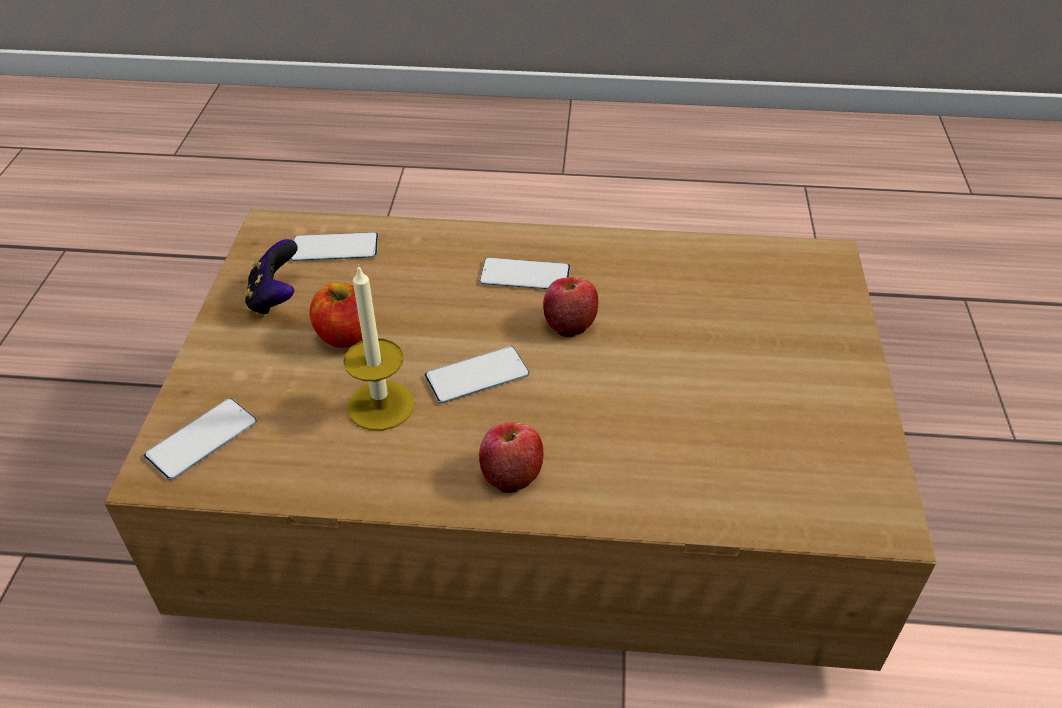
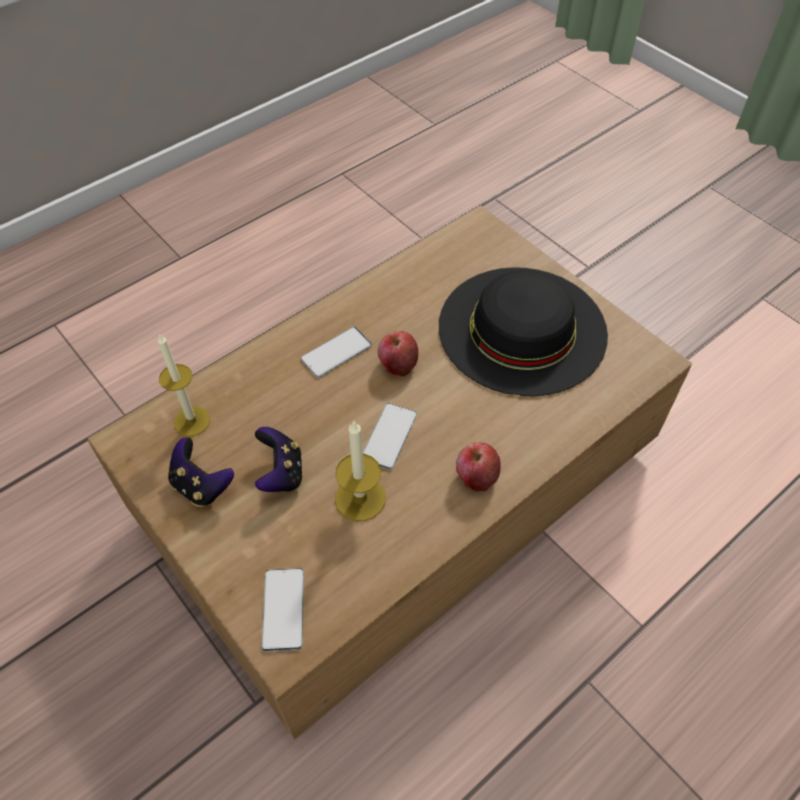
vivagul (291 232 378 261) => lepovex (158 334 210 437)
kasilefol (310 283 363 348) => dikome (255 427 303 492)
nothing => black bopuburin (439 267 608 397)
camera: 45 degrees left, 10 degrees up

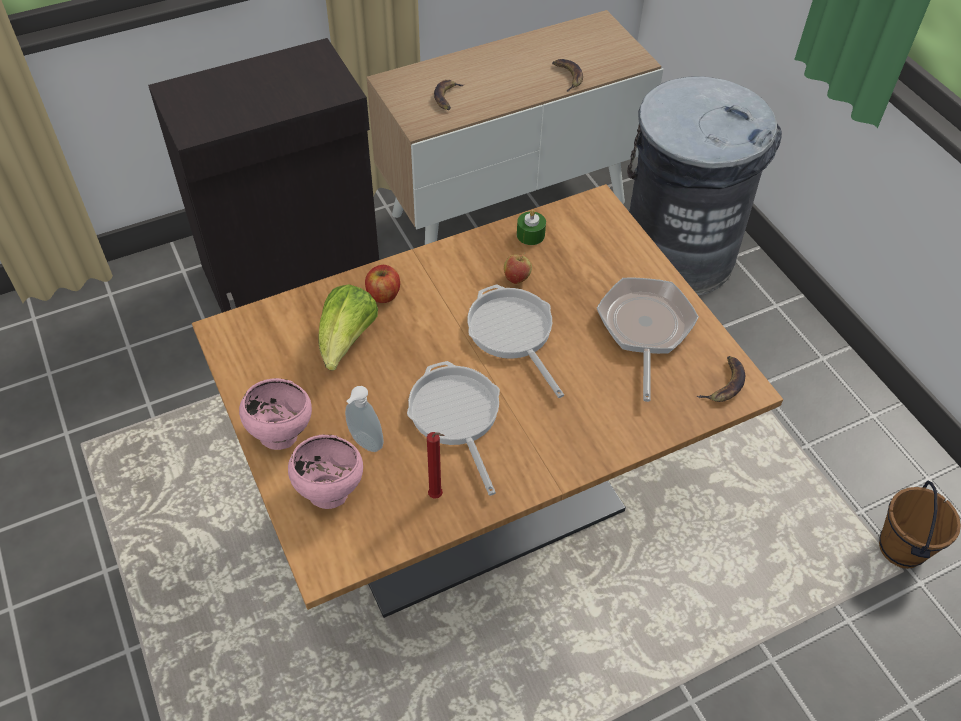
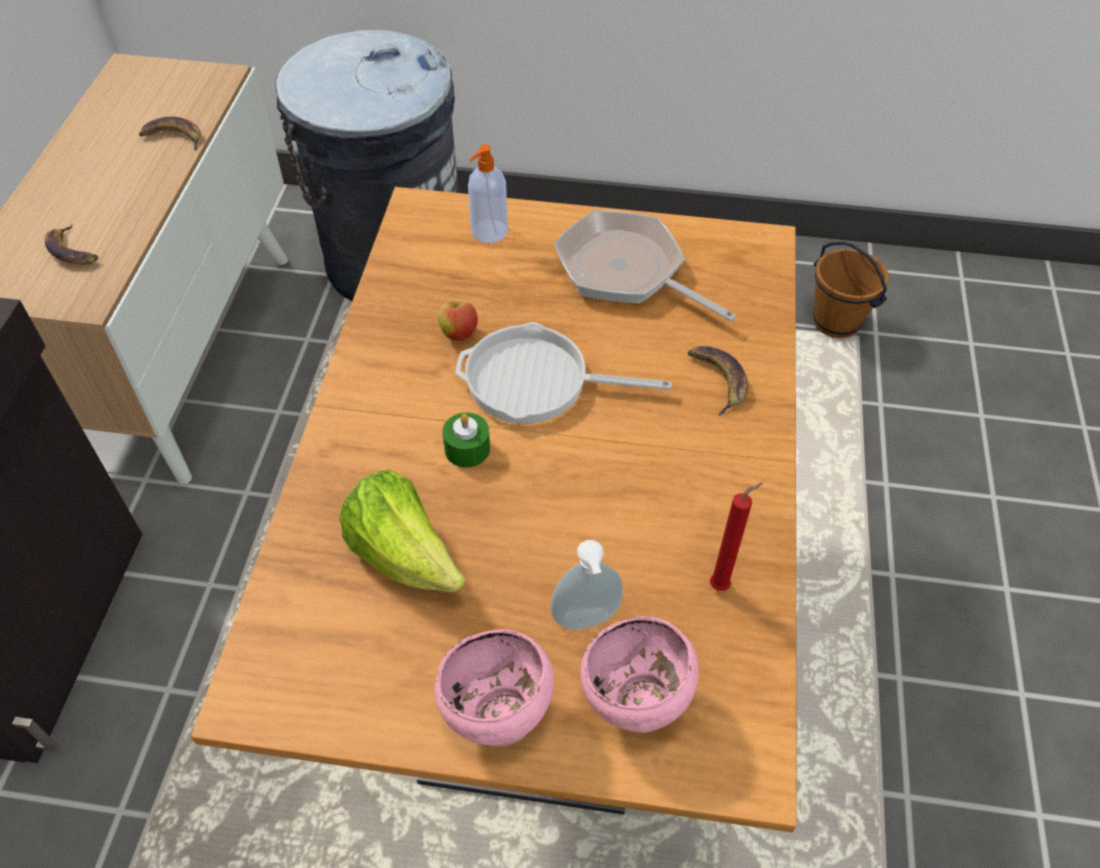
green lepovex (517 210 546 245) => green lepovex (442 413 490 468), relocated
kasilefol (365 265 400 303) => nothing
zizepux (697 356 745 402) => zizepux (687 346 748 416), relocated
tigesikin (407 361 500 496) => nothing
nothing => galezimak (468 144 508 243)
camera: 55 degrees left, 0 degrees up

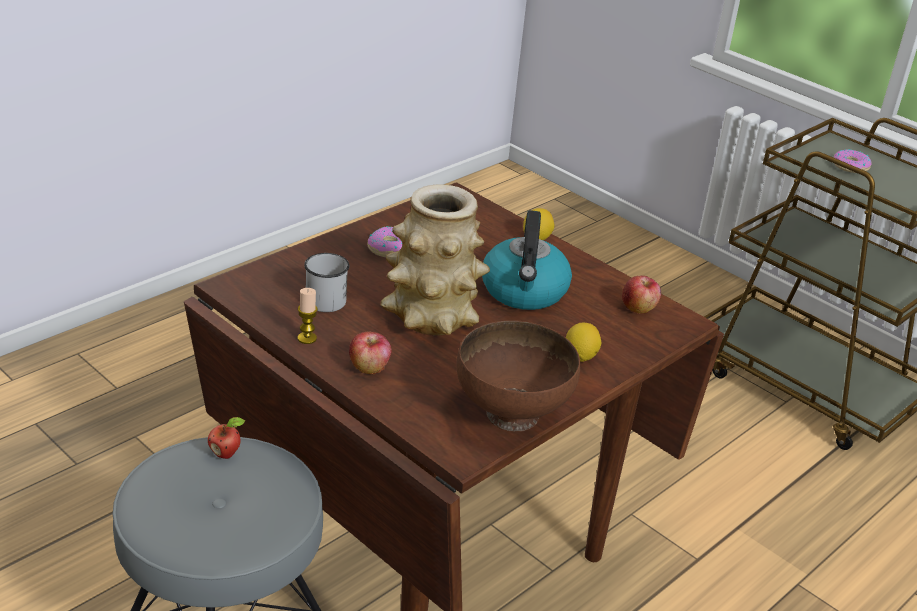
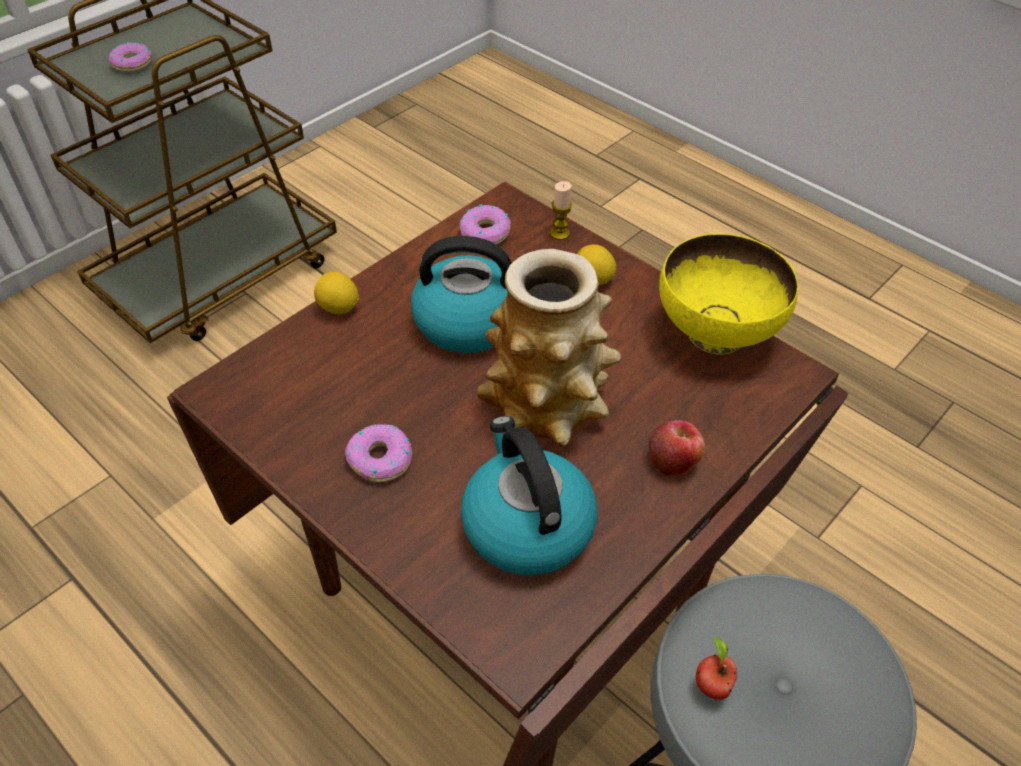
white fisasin (304 253 349 312) => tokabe (461 416 597 575)
kasilefol (622 275 661 314) => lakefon (460 204 511 244)
lepovex (298 288 318 344) => lepovex (550 181 572 240), relocated
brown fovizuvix (457 320 580 432) => yellow fovizuvix (659 233 798 355)
camera: 90 degrees left, 15 degrees up

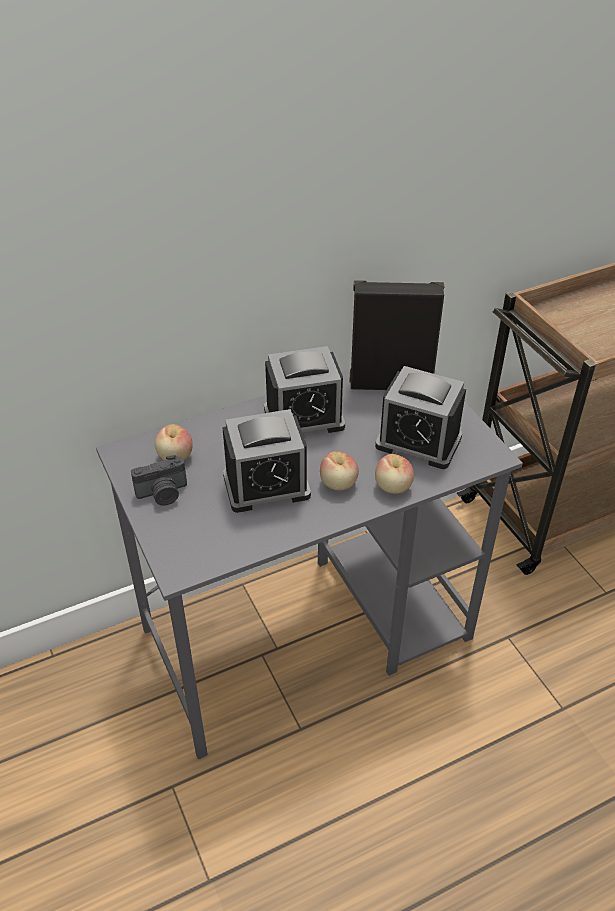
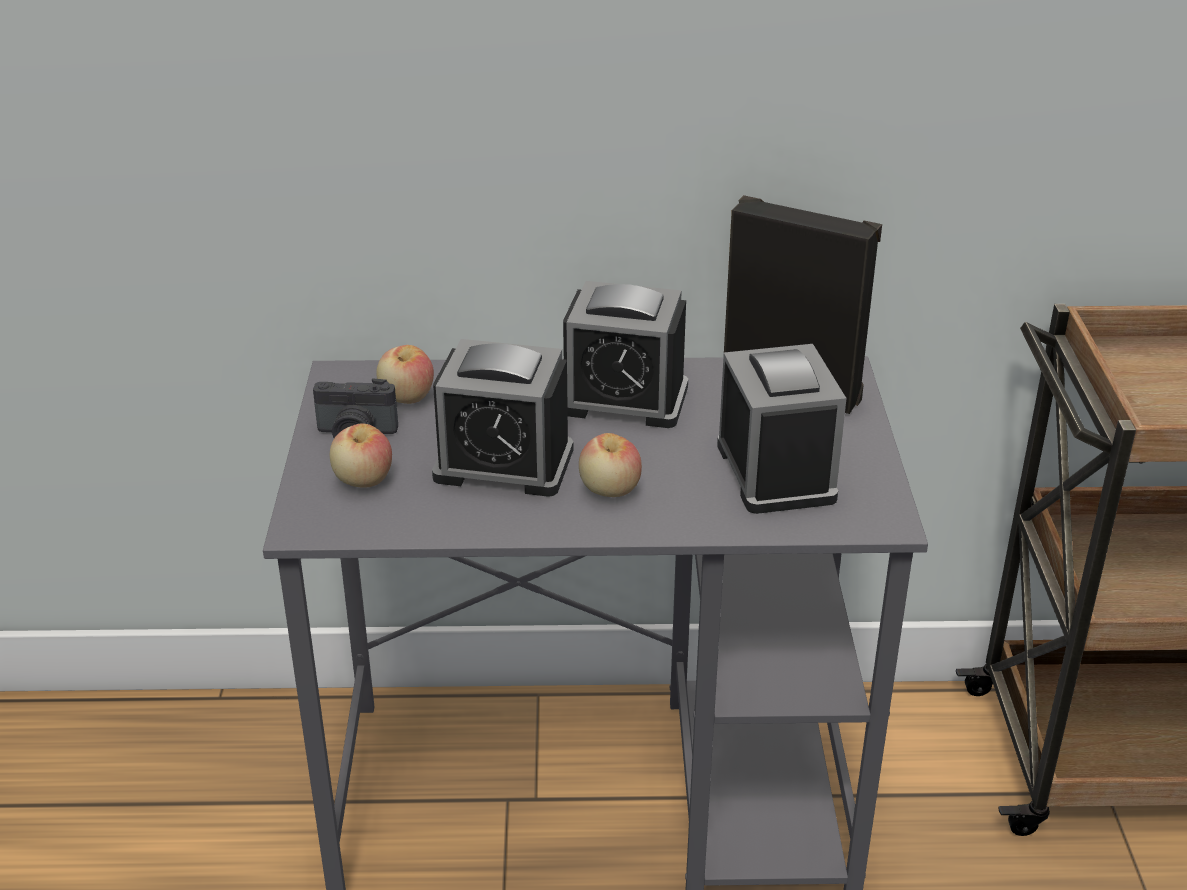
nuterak (375 366 466 469) => nuterak (717 344 847 514), 150 degrees counterclockwise
kasilefol (375 454 414 494) => kasilefol (330 424 392 487), relocated
camera: 25 degrees right, 10 degrees down

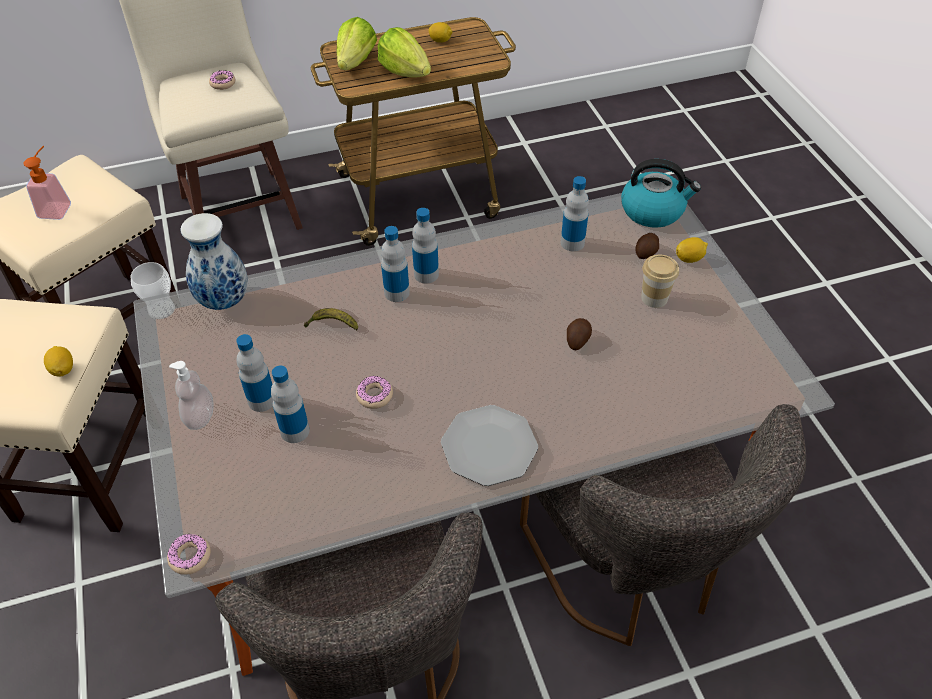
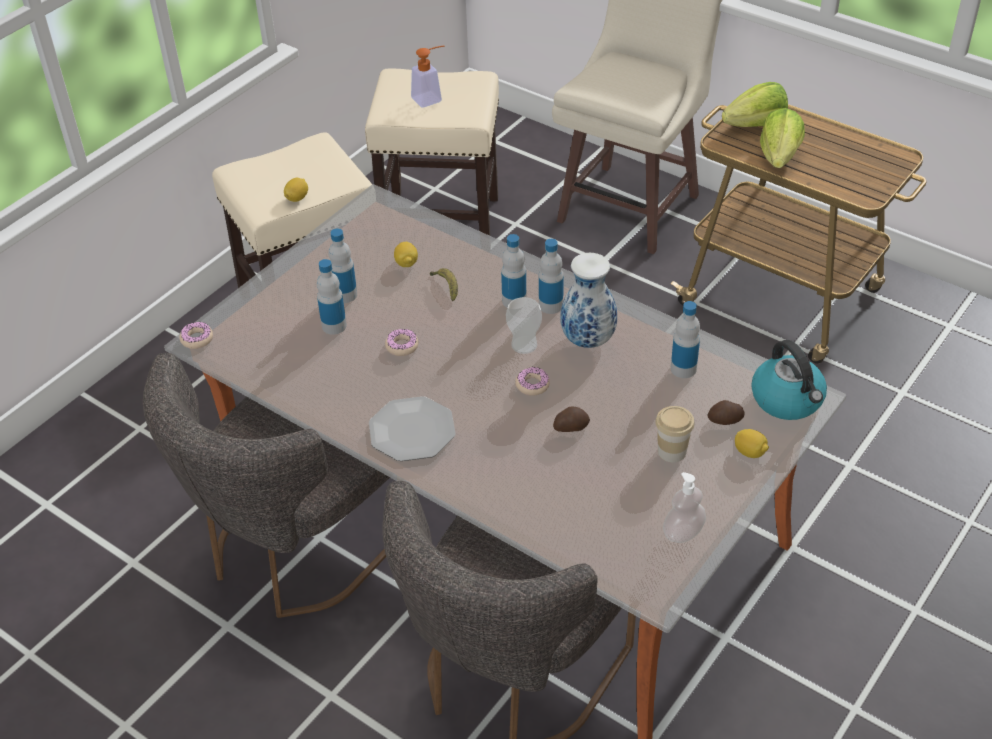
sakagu (429 22 453 43) => sakagu (394 242 418 267), relocated
lakefon (209 70 235 90) => lakefon (515 367 550 396), relocated
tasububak (181 213 248 310) => tasububak (560 253 617 348), relocated
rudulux (131 262 175 319) => rudulux (506 297 542 354), relocated
galezimak (169 361 213 430) => galezimak (663 472 706 543), relocated
camera: 55 degrees right, 5 degrees down

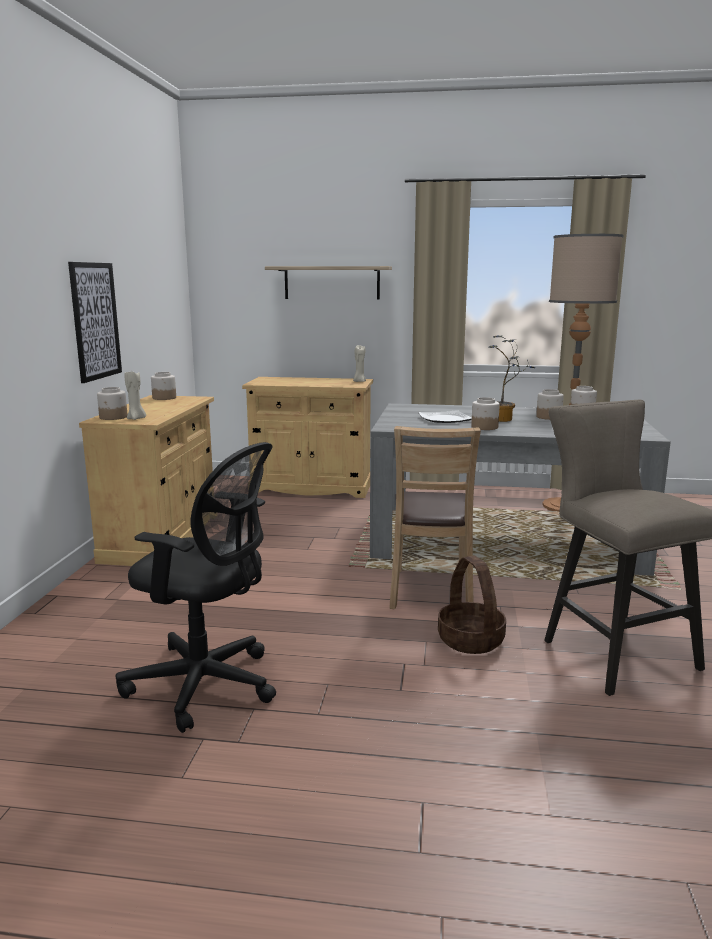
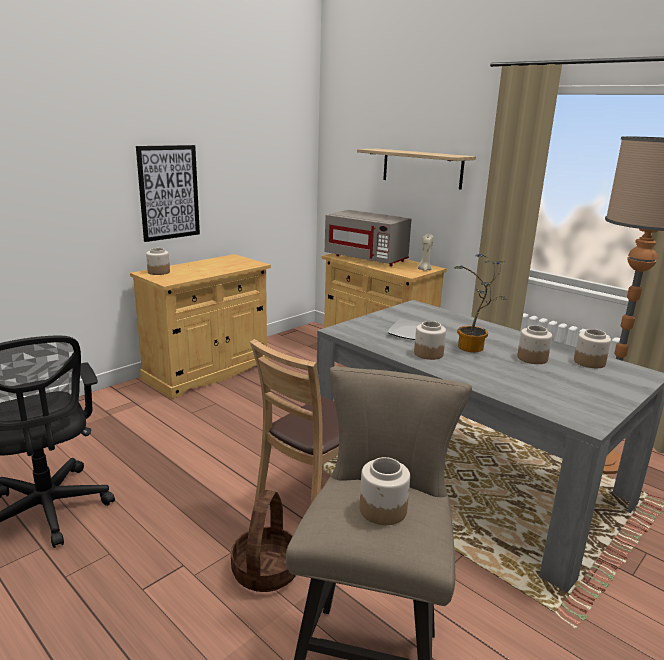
beige lepovex (124 372 146 420) => nothing
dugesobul (151 372 176 400) => dugesobul (360 457 410 525), relocated
nothing => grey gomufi (325 210 412 266)
camera: 35 degrees right, 5 degrees up

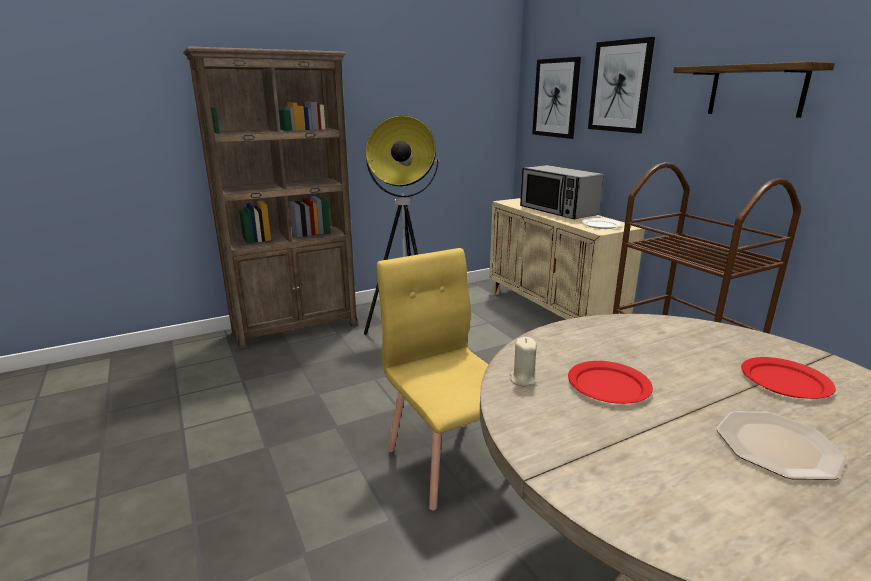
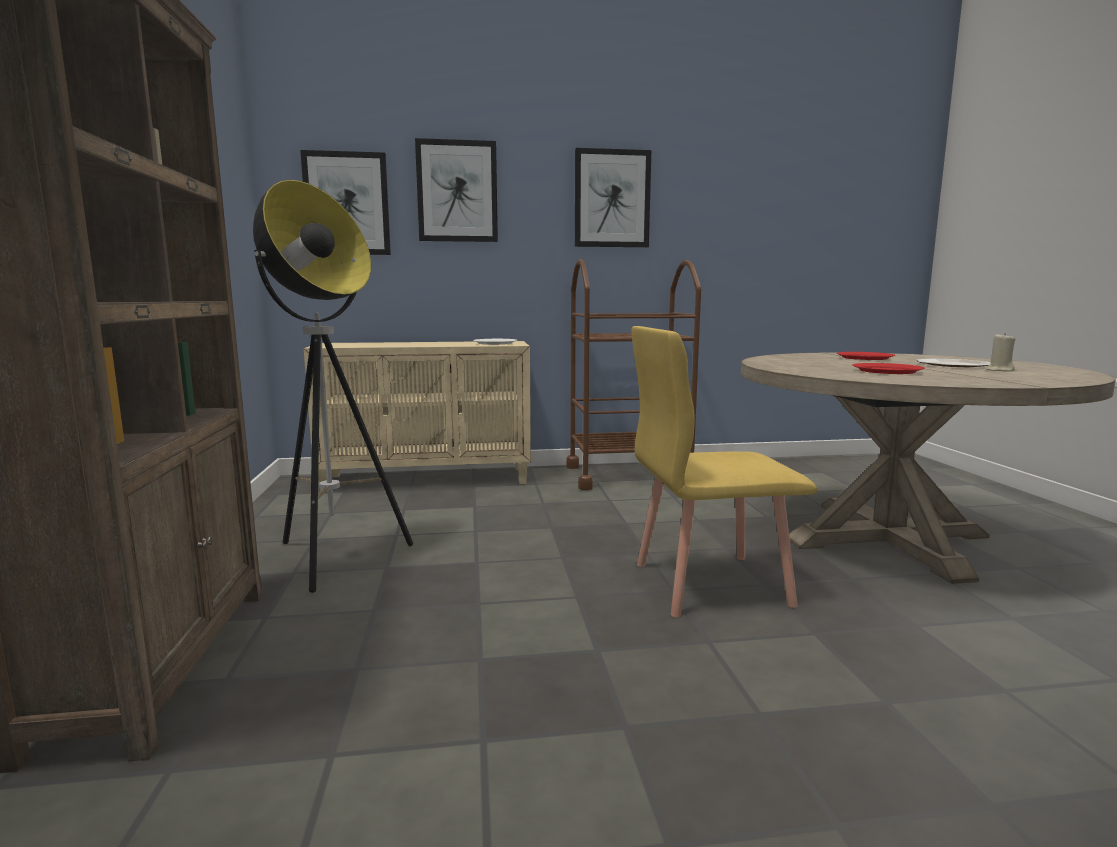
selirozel (673 62 835 118) => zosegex (575 148 651 247)
gomufi (520 165 603 220) => nothing
beige lepovex (510 337 537 386) => beige lepovex (986 334 1015 371), relocated
camera: 70 degrees left, 10 degrees down

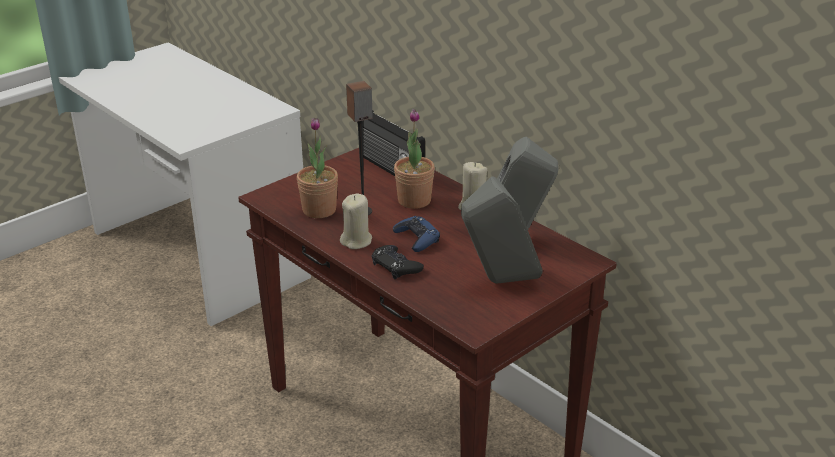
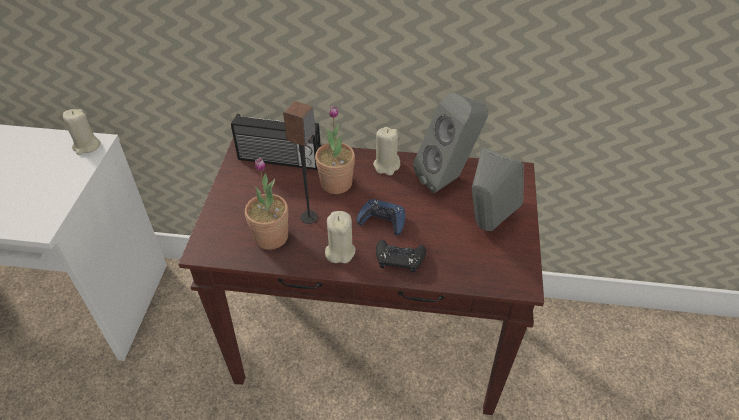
nothing => beige lepovex (63 109 101 155)
camera: 40 degrees left, 15 degrees up

